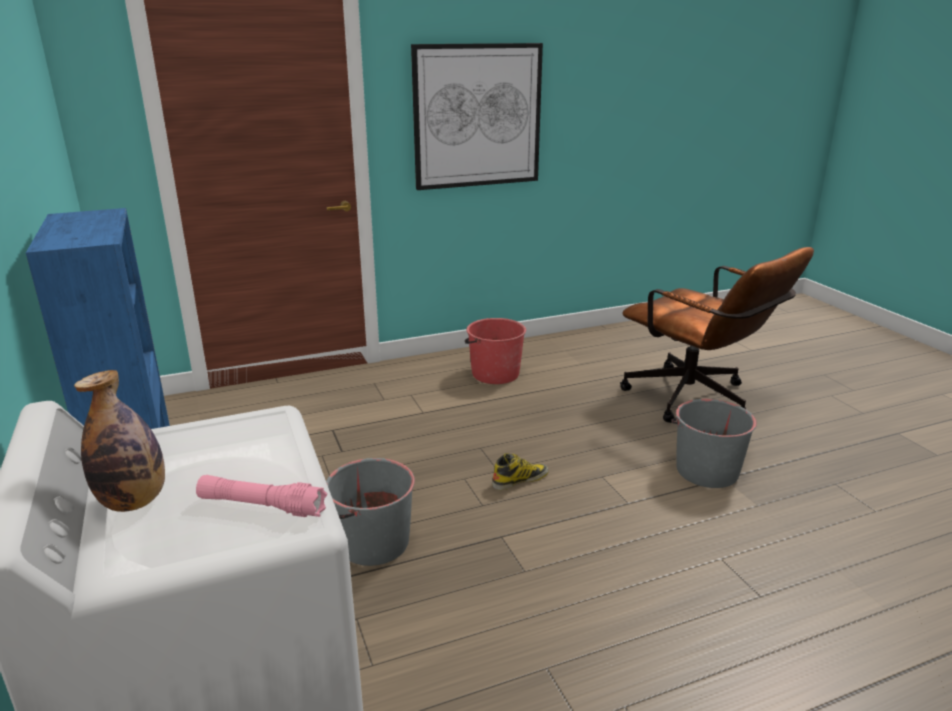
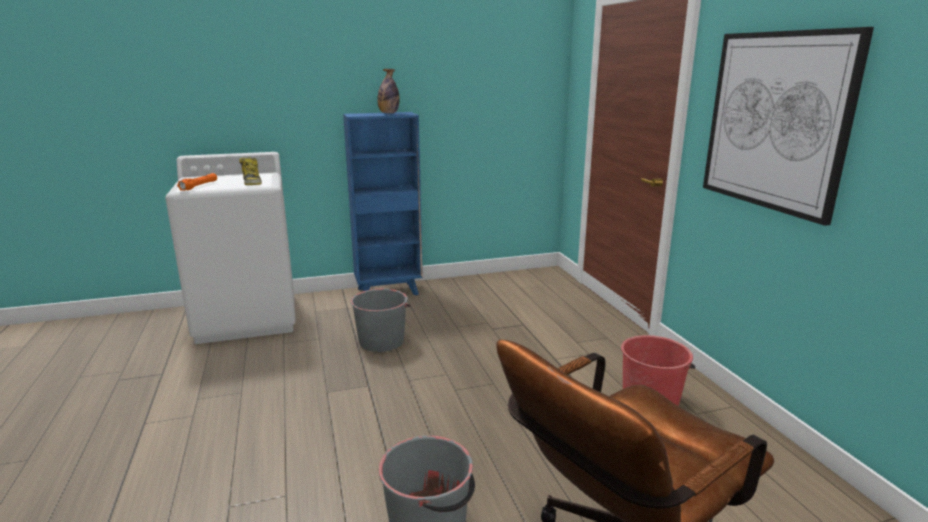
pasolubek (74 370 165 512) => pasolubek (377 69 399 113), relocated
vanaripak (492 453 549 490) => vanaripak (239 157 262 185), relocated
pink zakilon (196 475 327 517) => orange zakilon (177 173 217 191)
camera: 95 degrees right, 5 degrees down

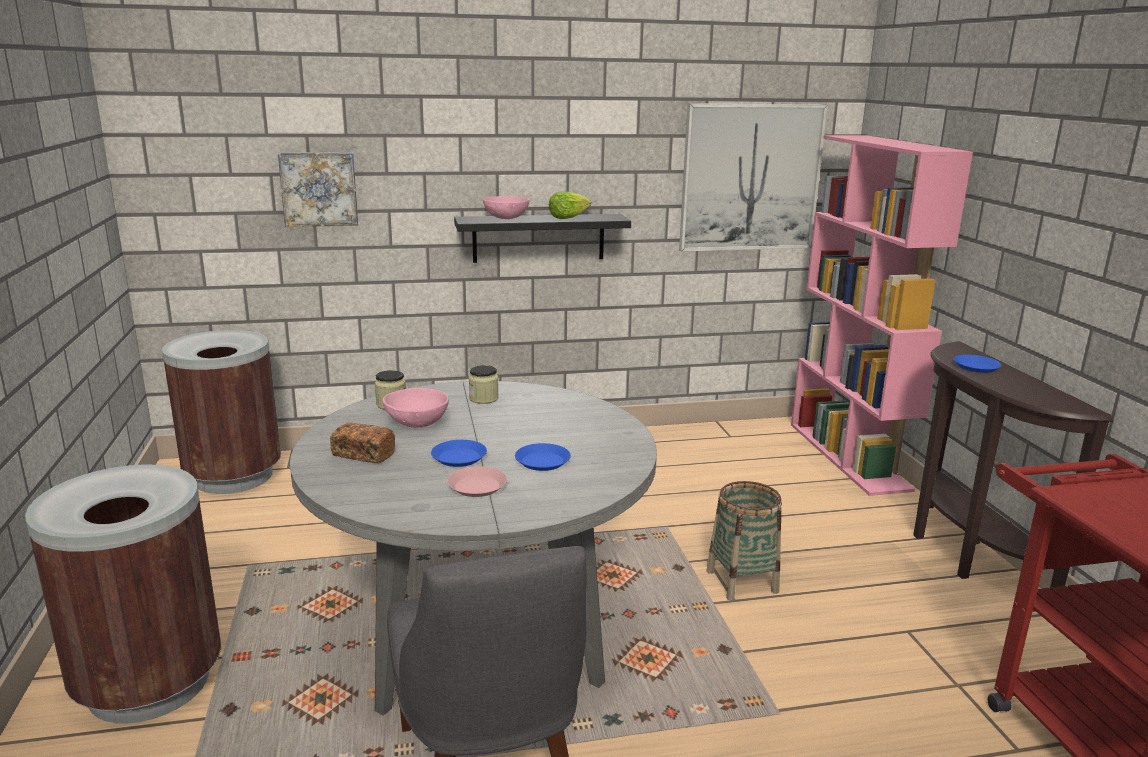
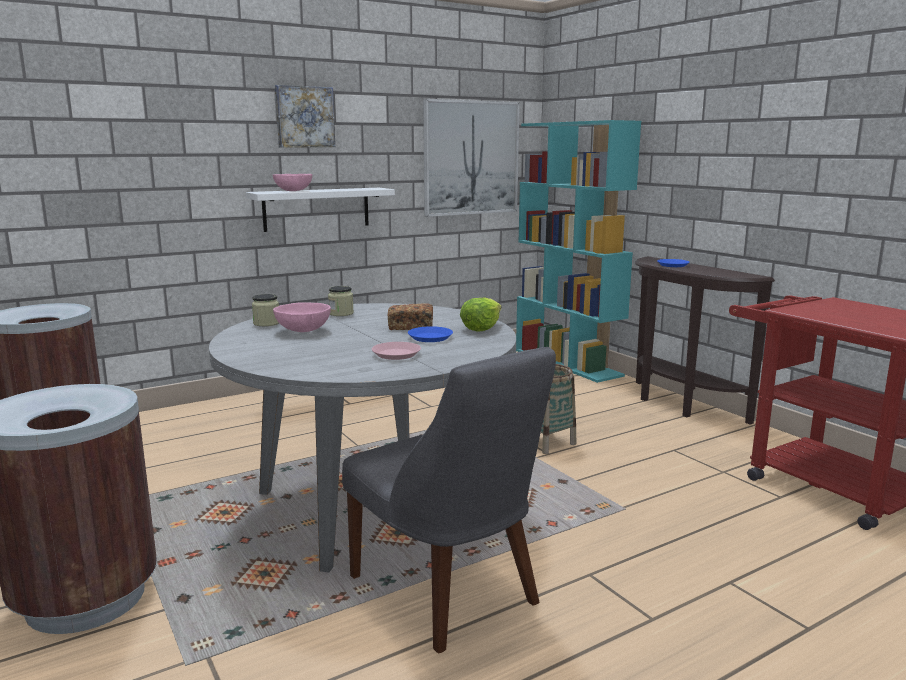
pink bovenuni (791 135 973 496) => turquoise bovenuni (516 120 641 383)
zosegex (278 152 358 227) => zosegex (275 85 335 147), relocated
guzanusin (549 192 591 219) => guzanusin (460 297 501 332), relocated
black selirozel (454 214 631 263) => white selirozel (246 188 395 232)
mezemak (330 423 395 463) => mezemak (388 303 433 330), relocated
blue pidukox (431 440 487 467) => nothing
camera: 20 degrees left, 5 degrees down

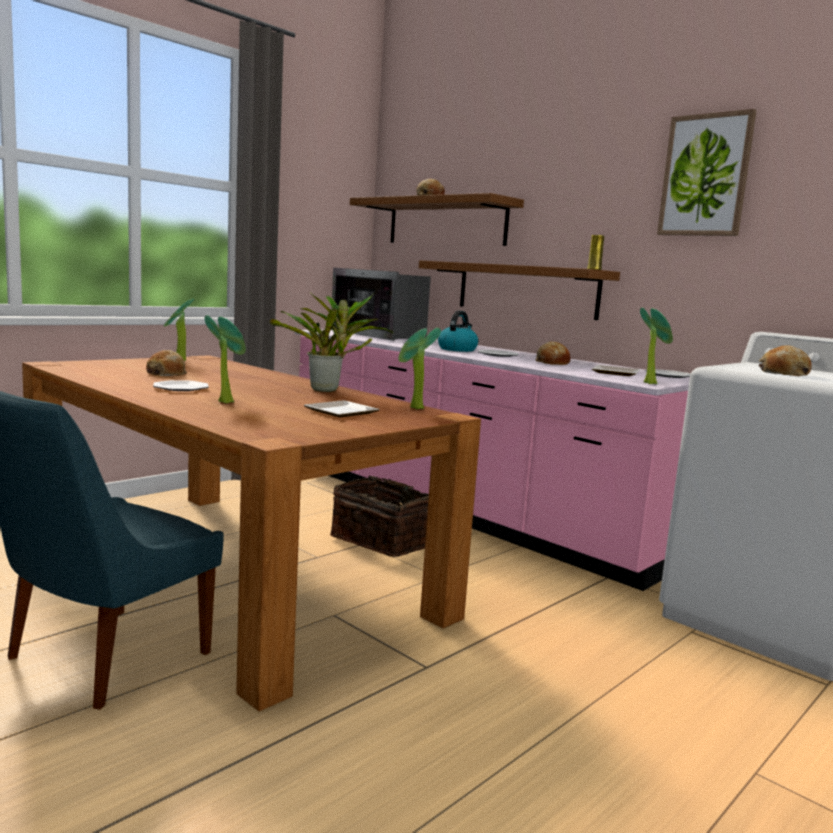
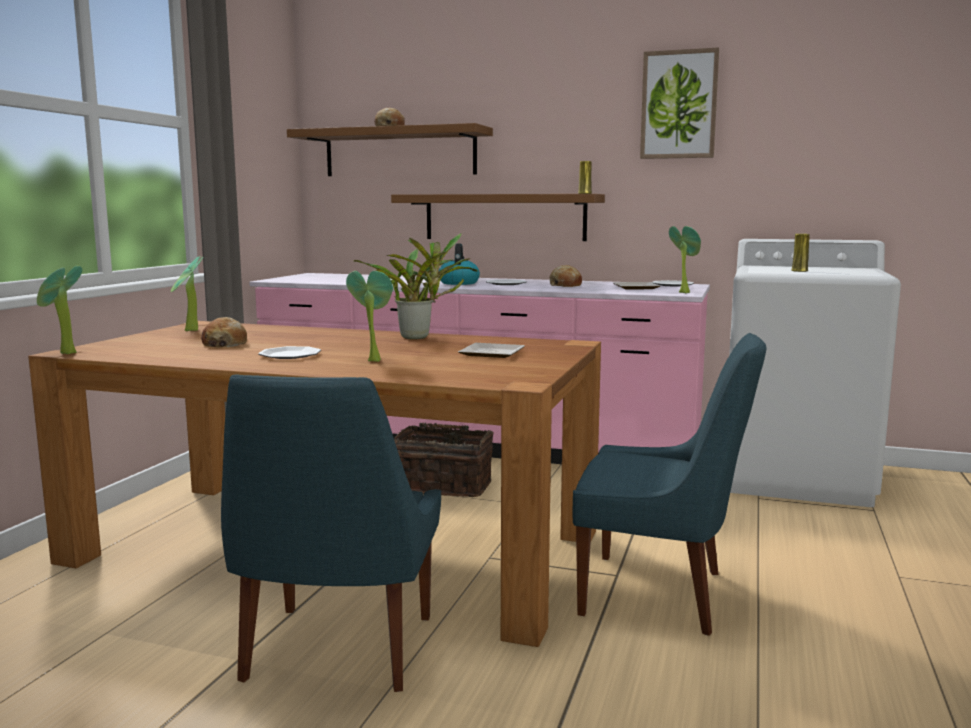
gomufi (331 268 431 340) => nothing
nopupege (398 328 441 409) => nopupege (37 266 82 354), relocated
mezemak (759 345 812 376) => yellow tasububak (791 234 810 272)
nothing => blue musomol (573 333 767 636)
camera: 25 degrees left, 0 degrees up

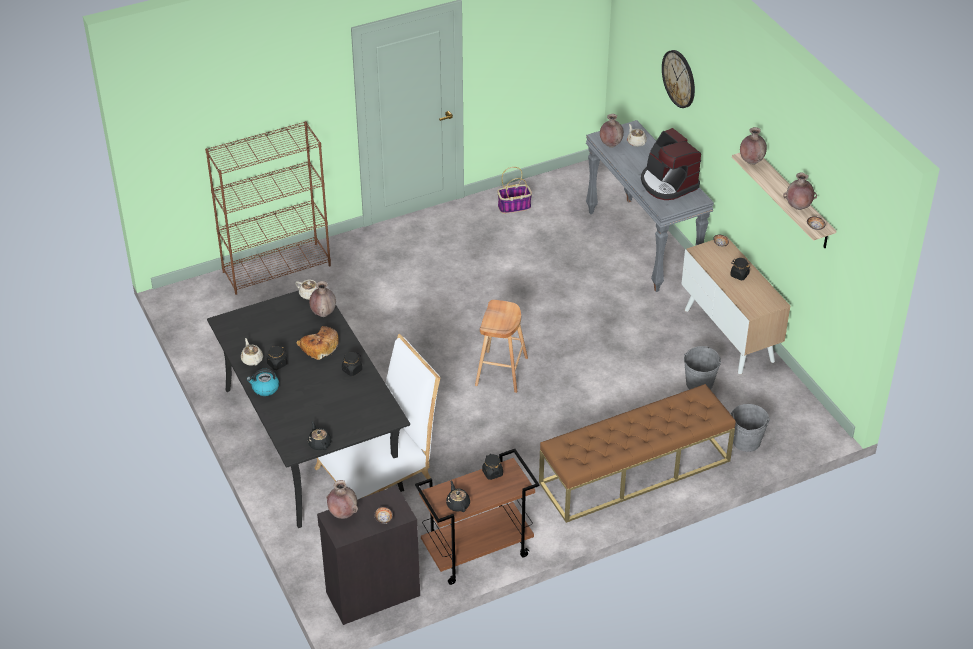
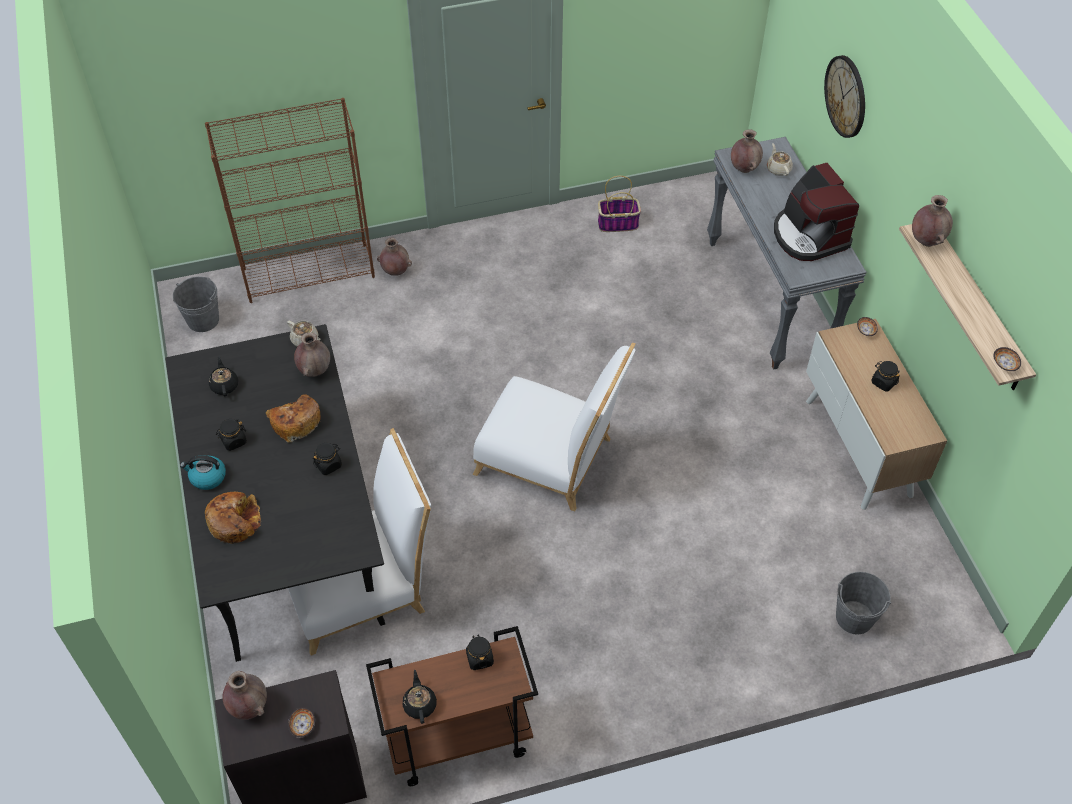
brown tasububak (783 172 817 210) => brown tasububak (377 238 412 276), relocated
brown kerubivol (475 300 528 393) => white musomol (473 343 636 512)
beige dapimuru (241 338 263 366) => nothing
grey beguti (684 346 721 390) => grey beguti (173 276 219 332), relocated
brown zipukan (539 384 736 523) => nothing
black dapimuru (308 421 332 450) => black dapimuru (209 356 238 396), relocated
nothing => mezemak (205 492 261 544)
camera: 10 degrees right, 10 degrees up

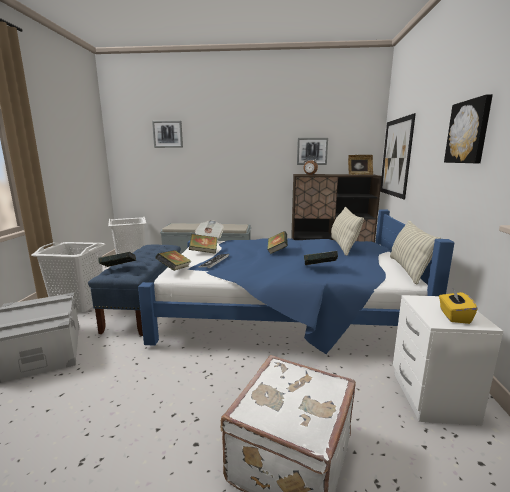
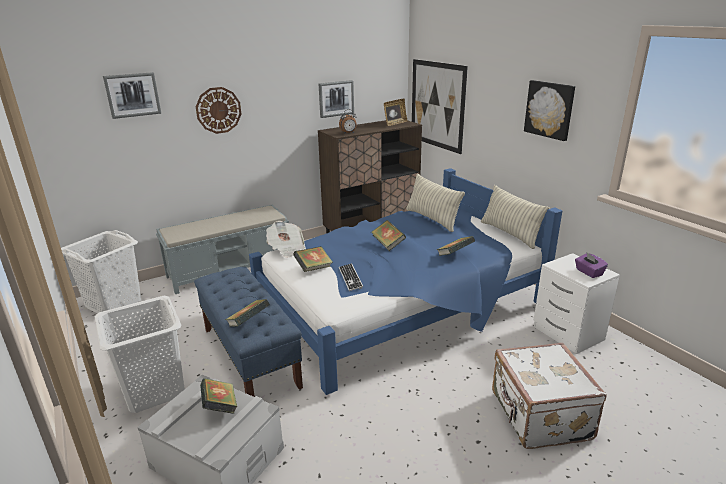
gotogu (156 250 191 271) => gotogu (200 378 238 414), relocated
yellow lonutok (439 289 478 324) => purple lonutok (575 252 608 278)
nothing => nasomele (196 87 241 134)
camera: 35 degrees left, 10 degrees up

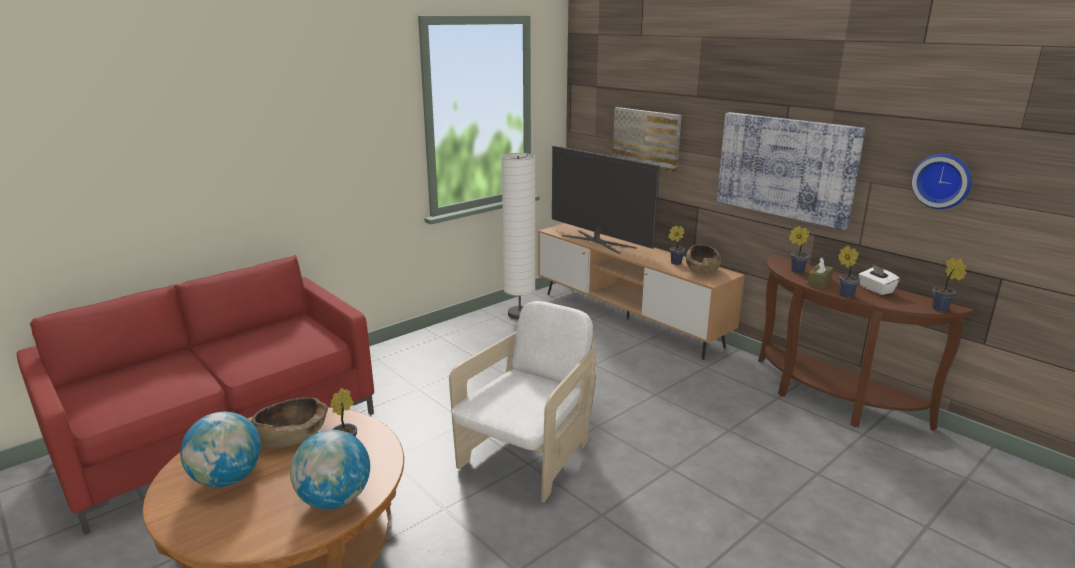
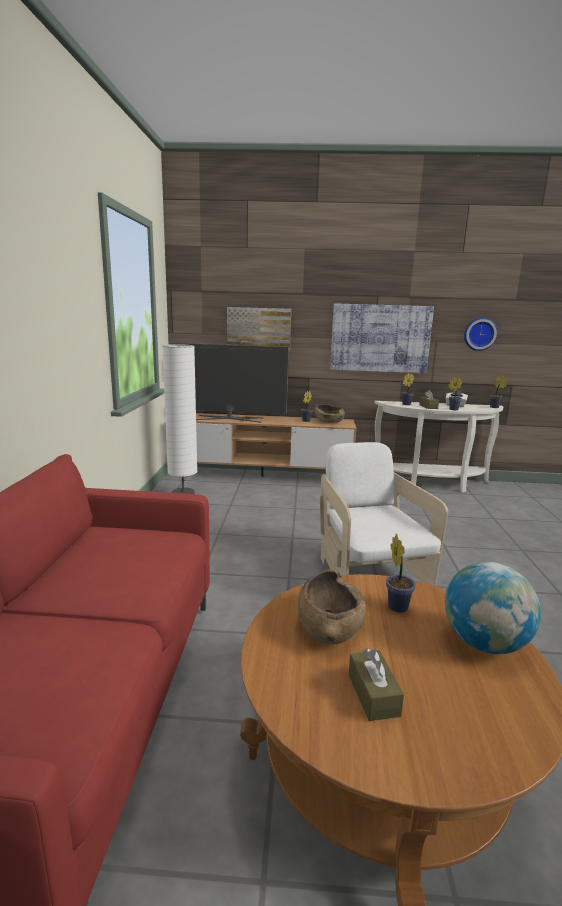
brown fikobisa (758 255 973 431) => white fikobisa (374 401 503 493)
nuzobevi (180 412 261 487) => brown lonutok (349 649 404 721)
camera: 45 degrees left, 5 degrees down

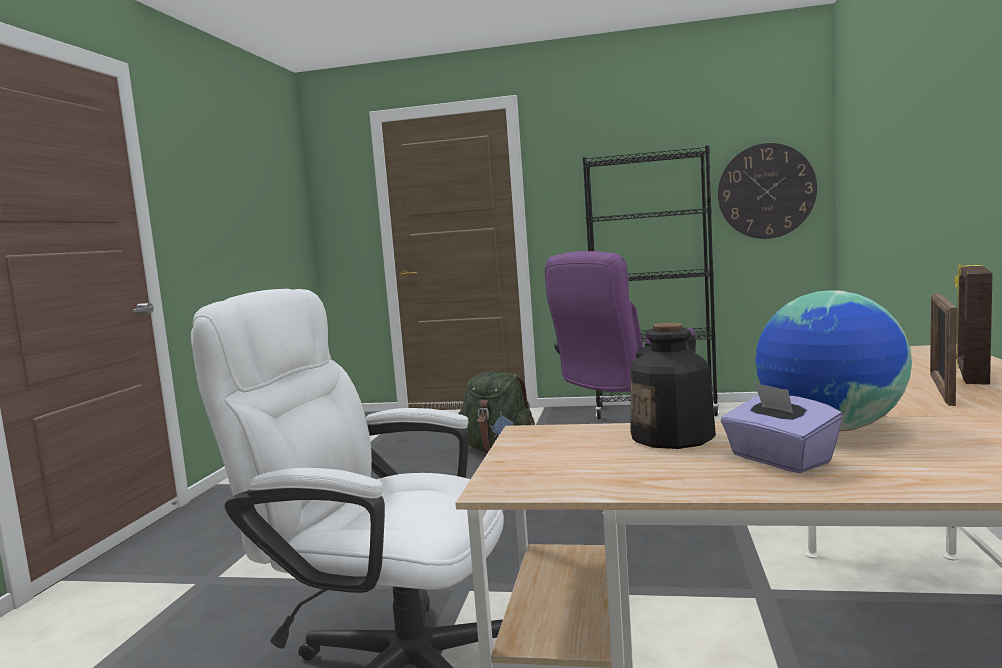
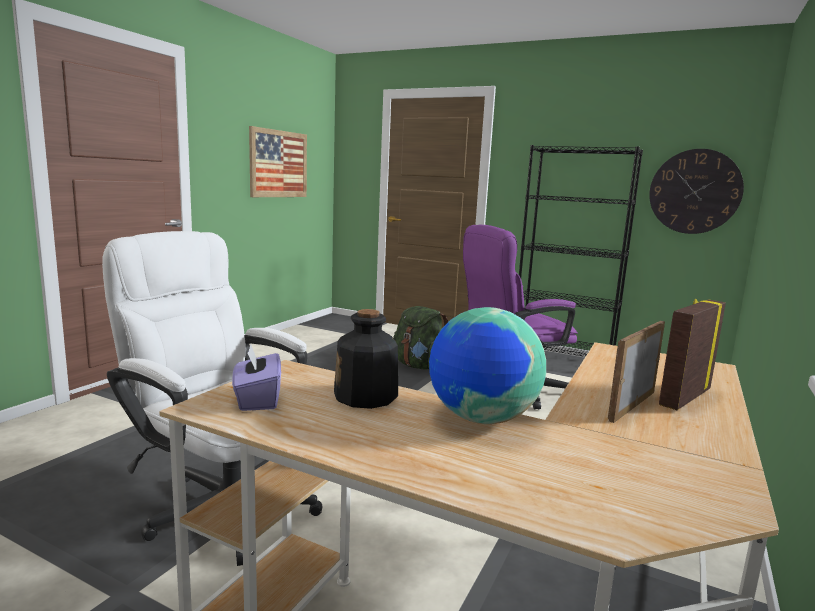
purple lonutok (721 382 843 473) => purple lonutok (232 344 281 411), relocated
nothing => zosegex (249 126 307 197)
camera: 15 degrees right, 5 degrees up

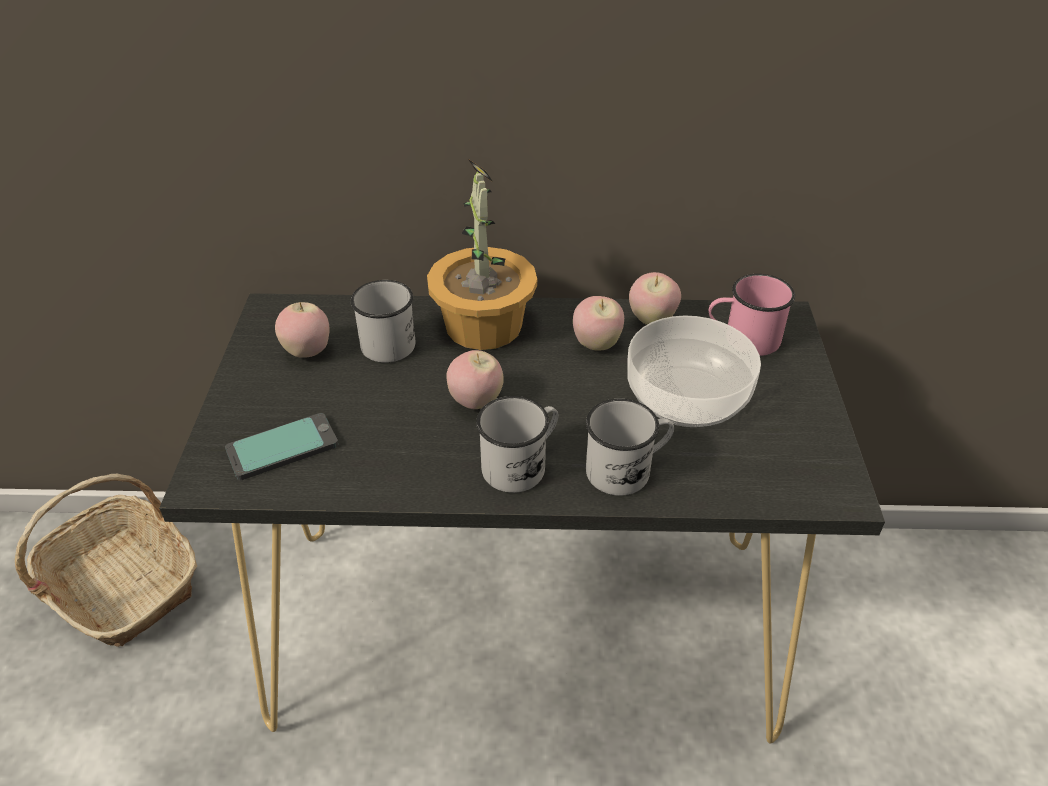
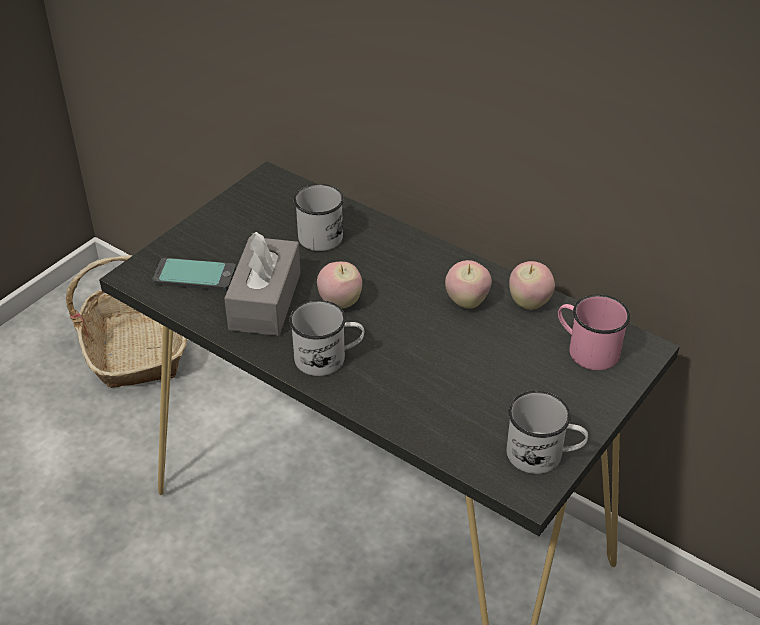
nopupege (427 158 537 350) => nothing
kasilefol (275 302 330 358) => nothing
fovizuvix (627 316 761 427) => nothing
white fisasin (586 399 674 496) => white fisasin (507 391 588 474), relocated
nothing => grey lonutok (224 232 301 336)
camera: 35 degrees right, 0 degrees up

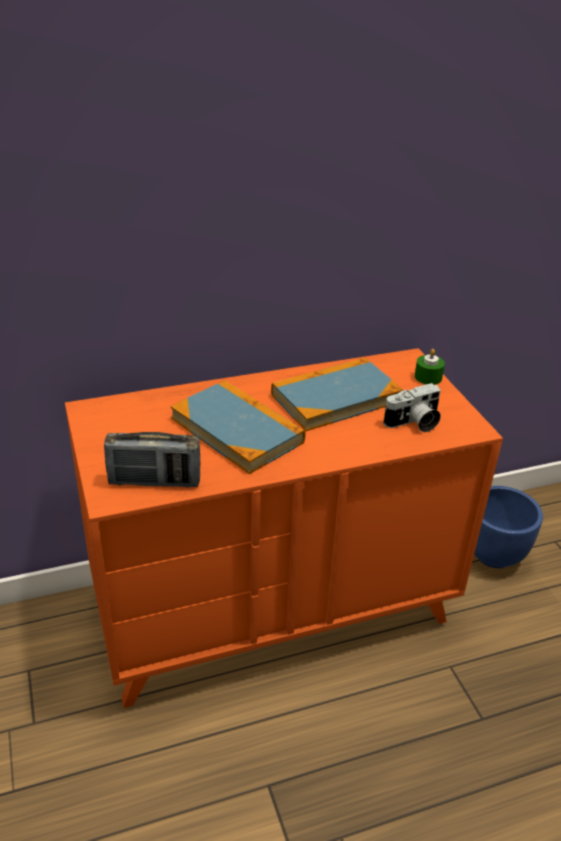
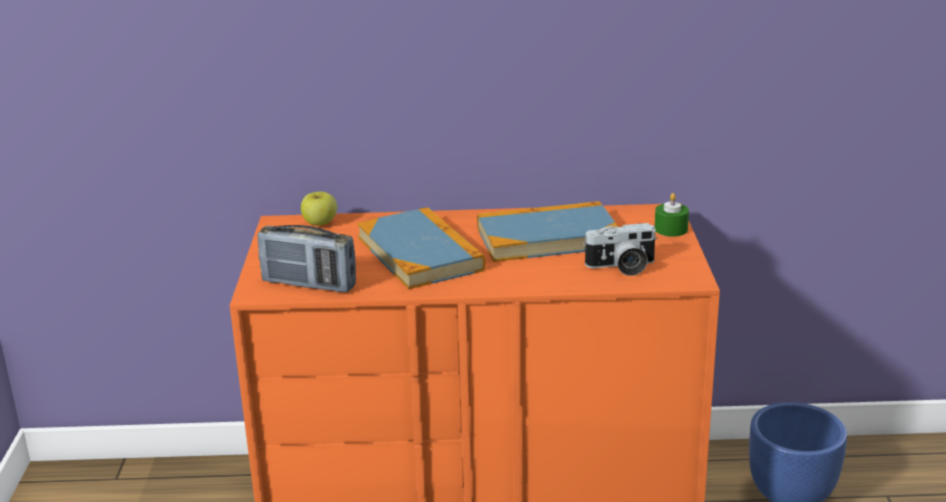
nothing => kasilefol (301 191 337 226)
camera: 20 degrees right, 10 degrees down

